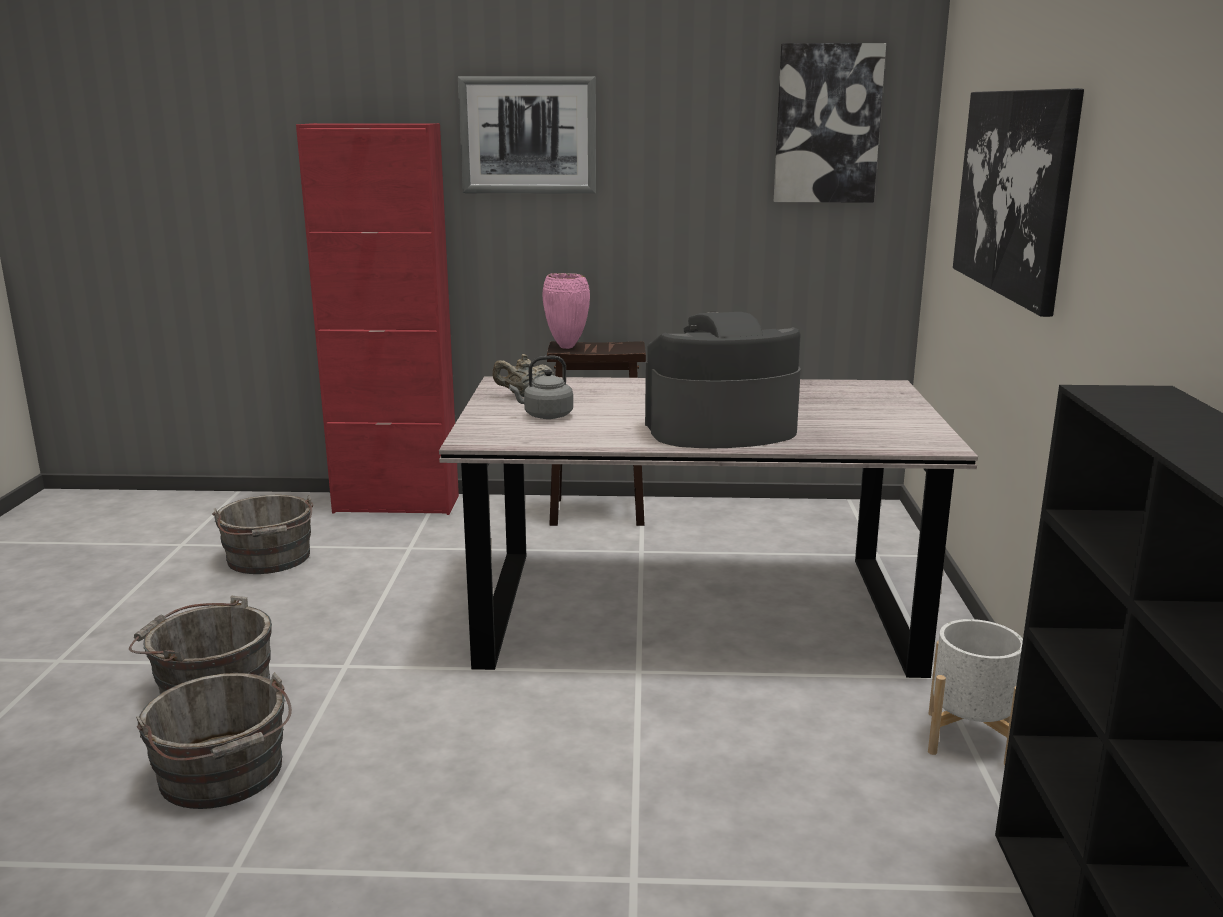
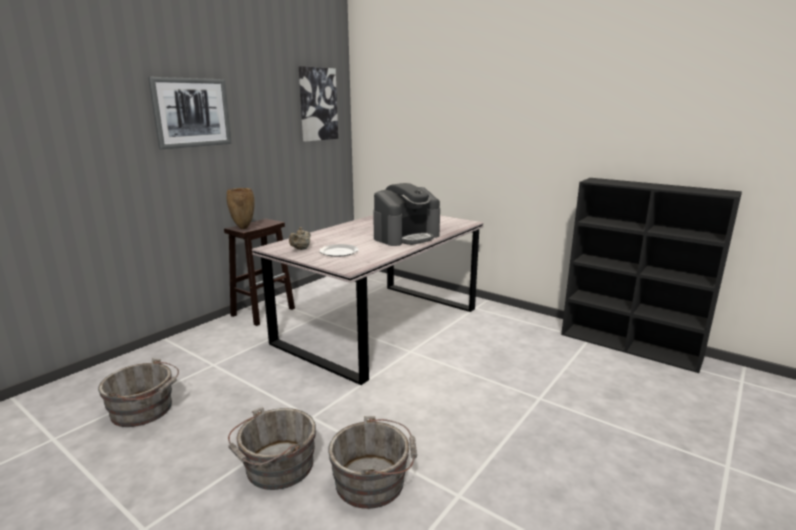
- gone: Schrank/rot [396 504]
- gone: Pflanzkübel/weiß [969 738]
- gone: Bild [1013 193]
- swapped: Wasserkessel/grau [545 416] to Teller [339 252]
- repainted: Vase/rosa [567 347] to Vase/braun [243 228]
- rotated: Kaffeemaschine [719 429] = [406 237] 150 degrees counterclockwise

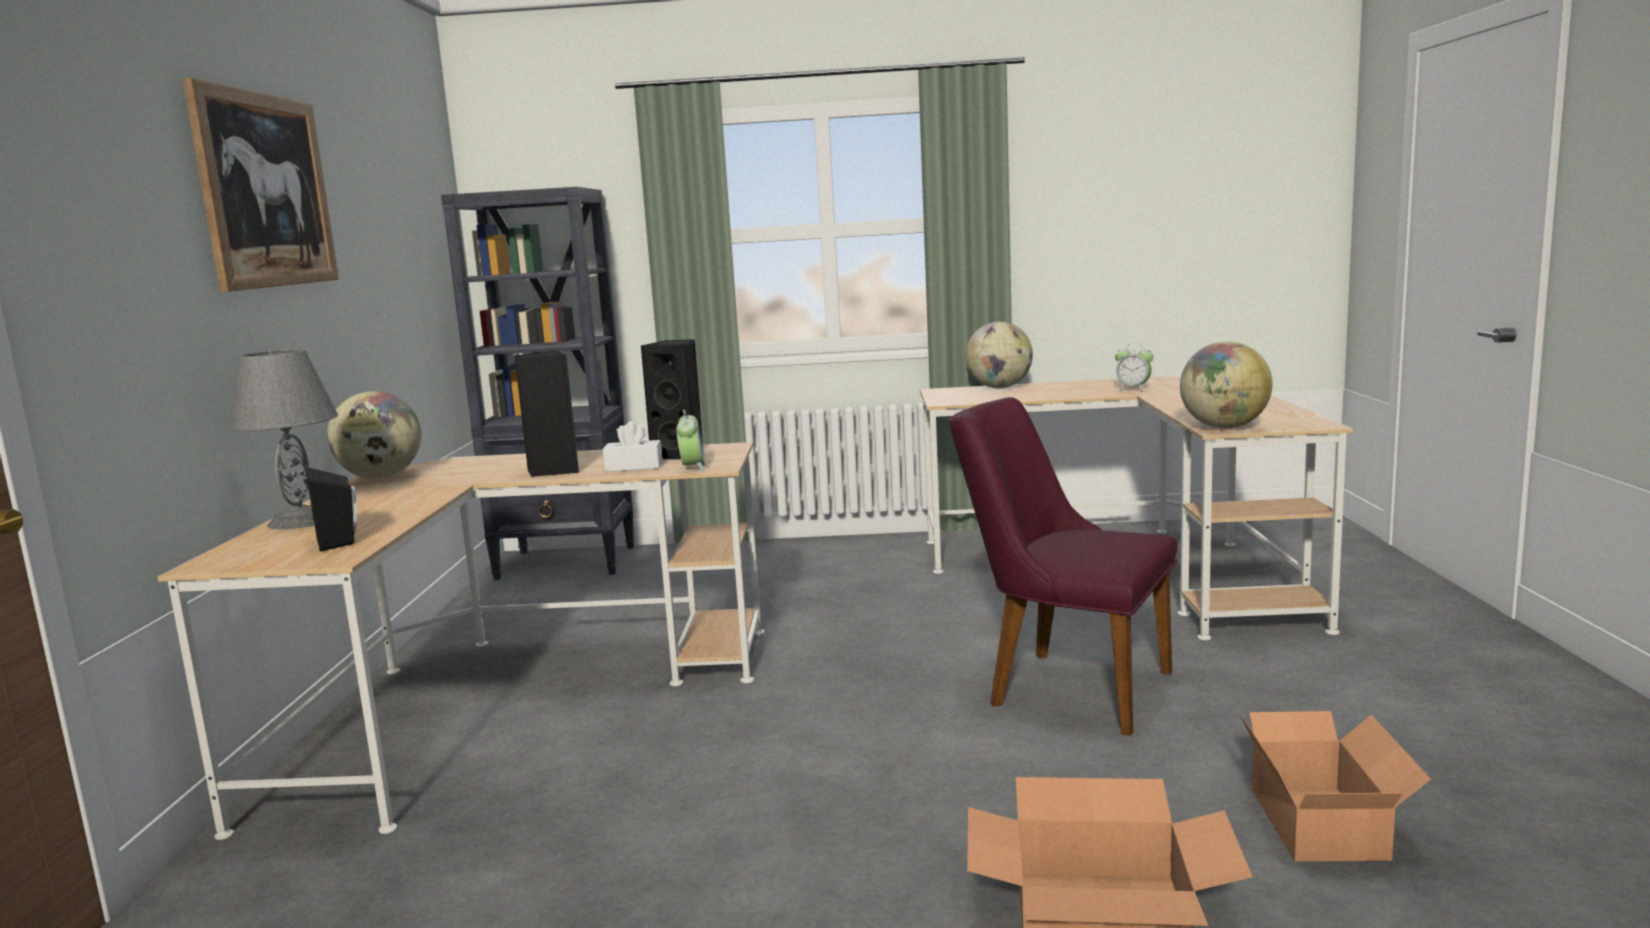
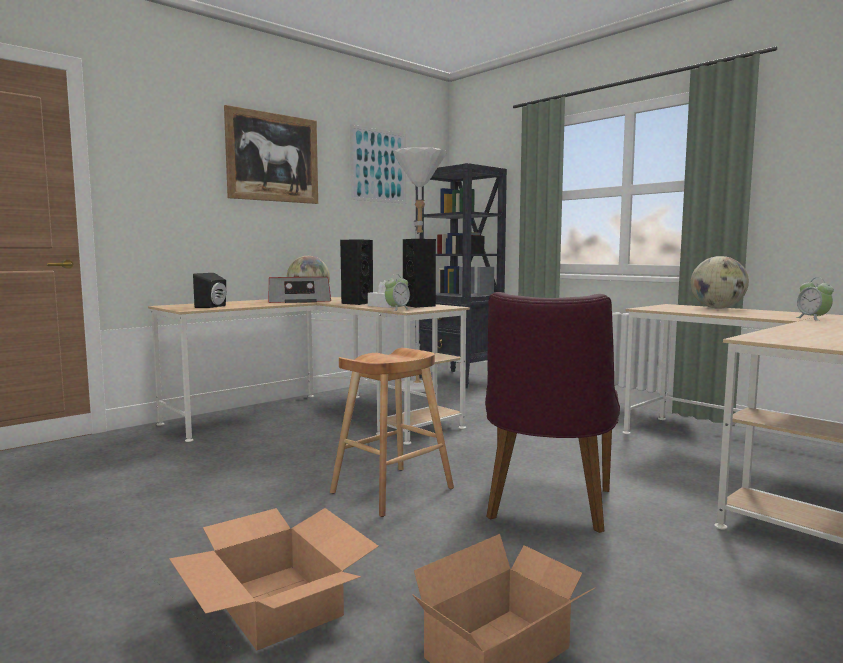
- gone: Tischlampe/grau [301 521]
- gone: Globus [1224 427]
- new: Radio [299 301]
- new: Hocker/braun [392 490]
- new: Bild [378 166]
- new: Stehlampe/weiß [419 390]
- rotated: Stuhl/lila [1063 686] = [546 508] 150 degrees counterclockwise

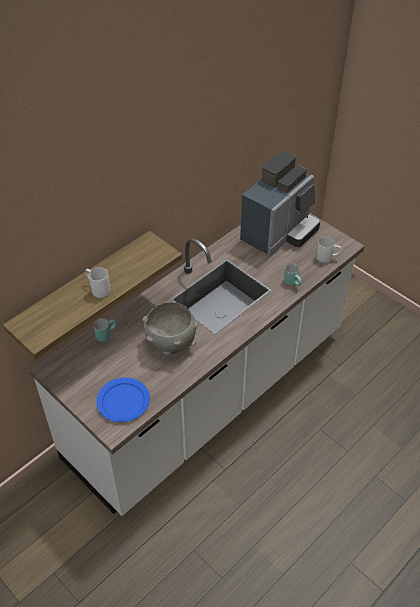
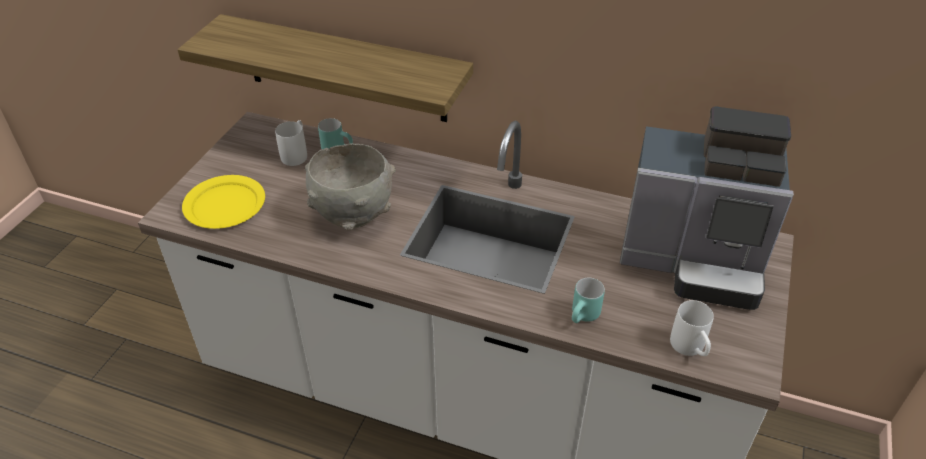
- shifted: Henkelbecher/weiß [97 289] to [296 154]
- repainted: Teller/blau [123 401] to Teller/gelb [224 204]

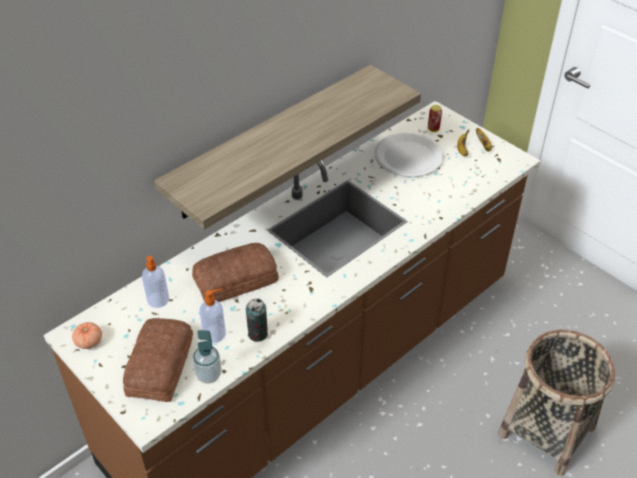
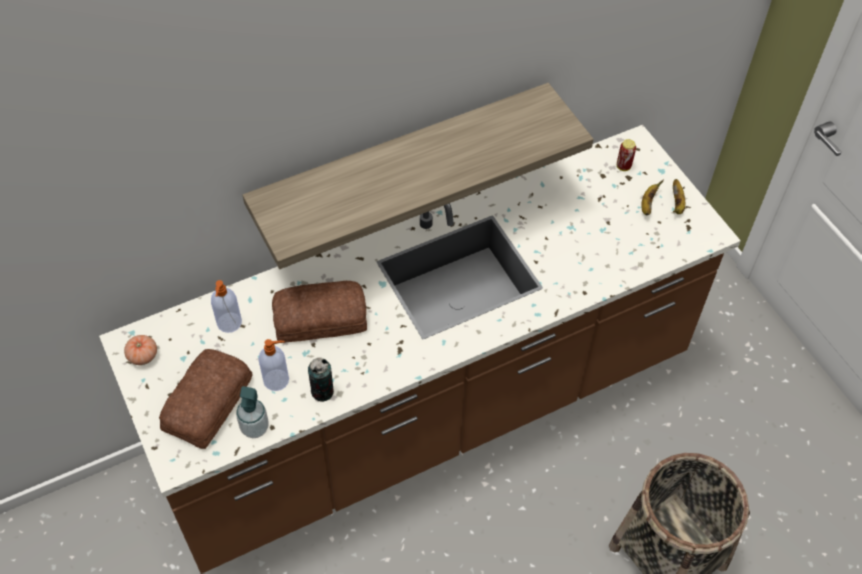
- gone: Teller/weiß [408 156]

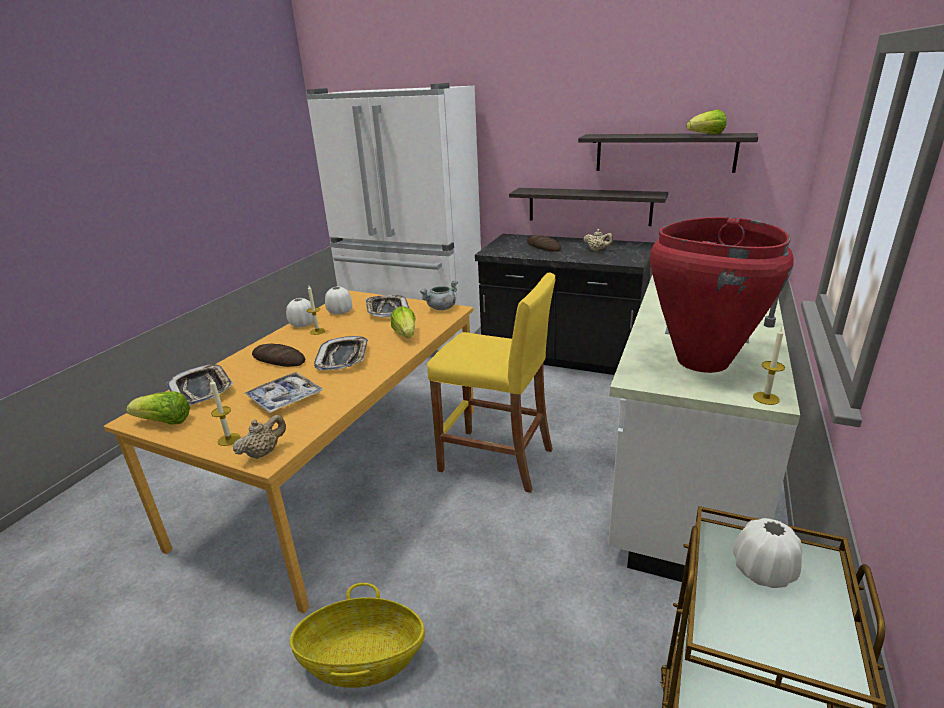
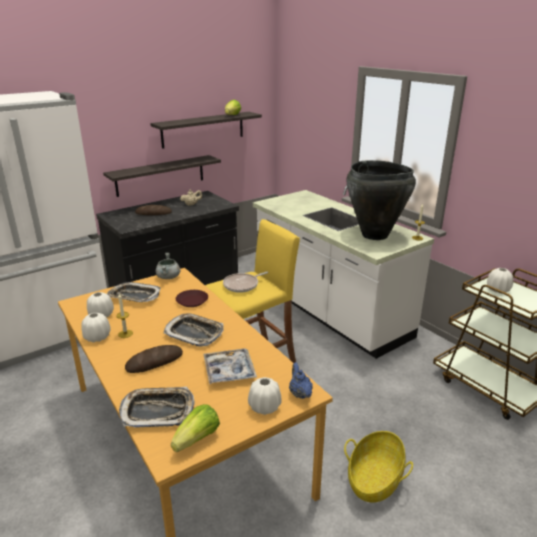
- new: Pfanne [243 285]
- swapped: Kerze [229 439] to Vase/weiß [264 407]
- swapped: Salatkopf [405 334] to Teller/braun [192 301]
- repainted: Teekanne/beige [263 453] to Teekanne/blau [299 393]
- repainted: Vase/rot [702 361] to Vase/schwarz [374 235]

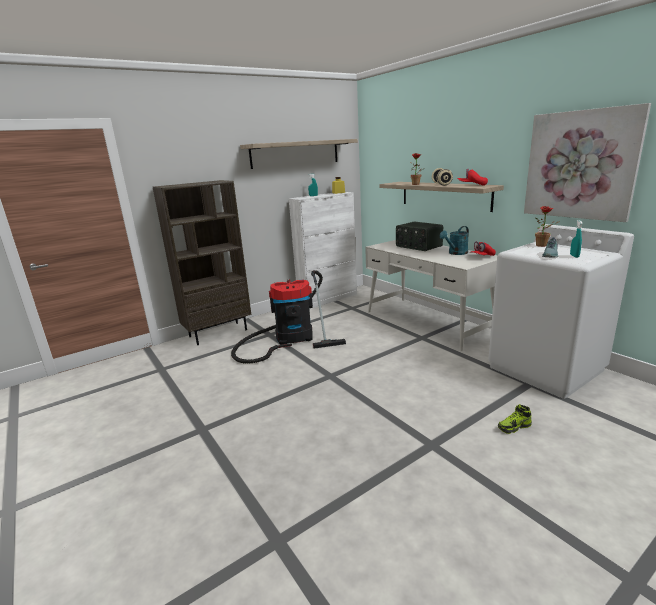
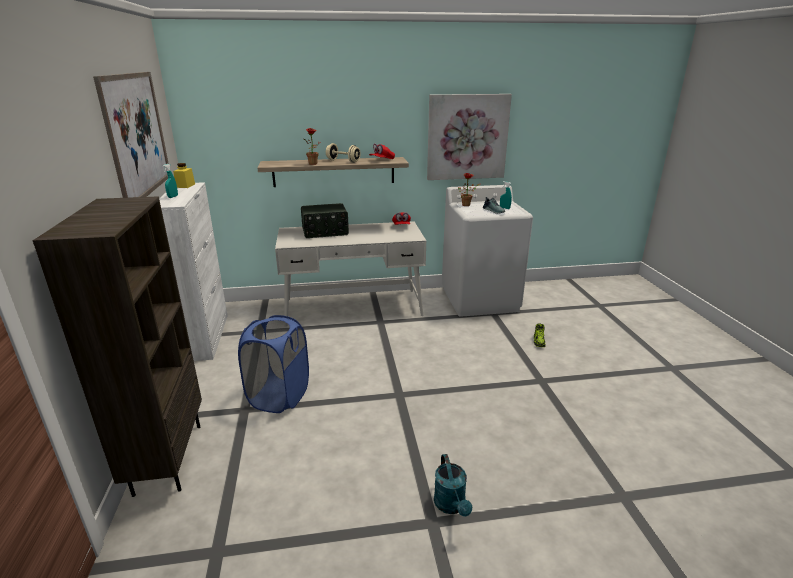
- shifted: Gießkanne/türkis [455 253] to [451 506]
- swapped: Staubsauger [290 338] to Wäschekorb/blau [279 396]
- swapped: Wandregal [295 154] to Bild [137 135]

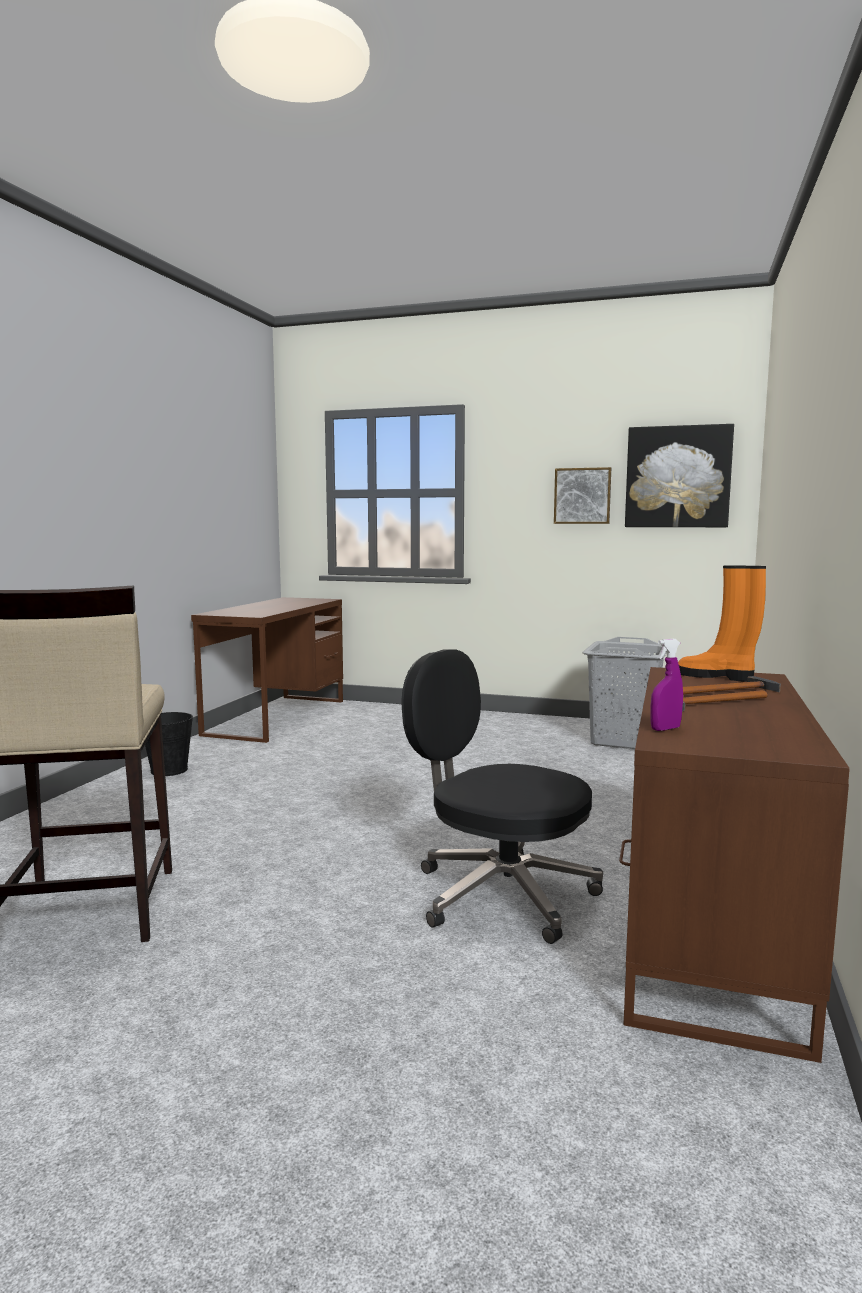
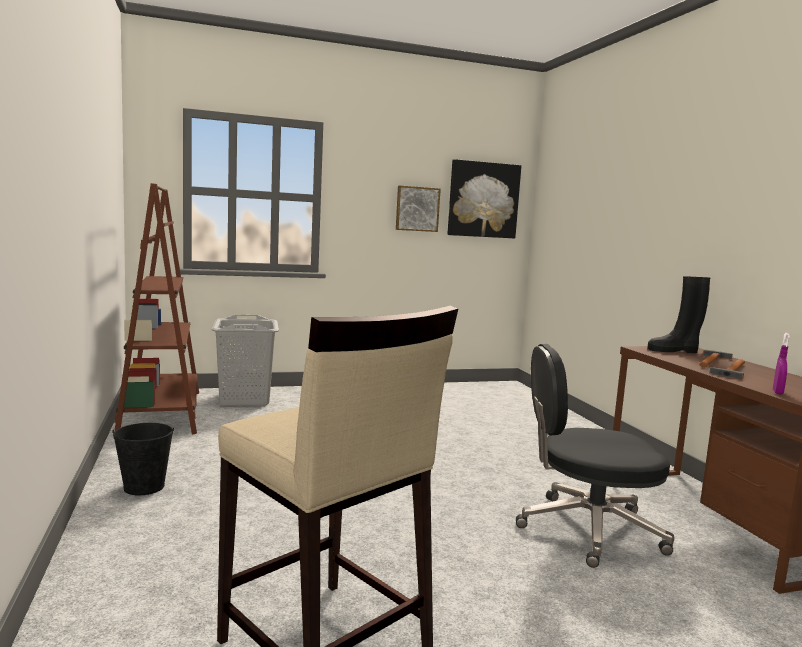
- shifted: Wäschekorb/grau [622 741] to [244 399]
- swapped: Schreibtisch/braun [277 717] to Bücherregal/braun [161 413]
- repainted: Stiefel/orange [717 676] to Stiefel/schwarz [674 351]

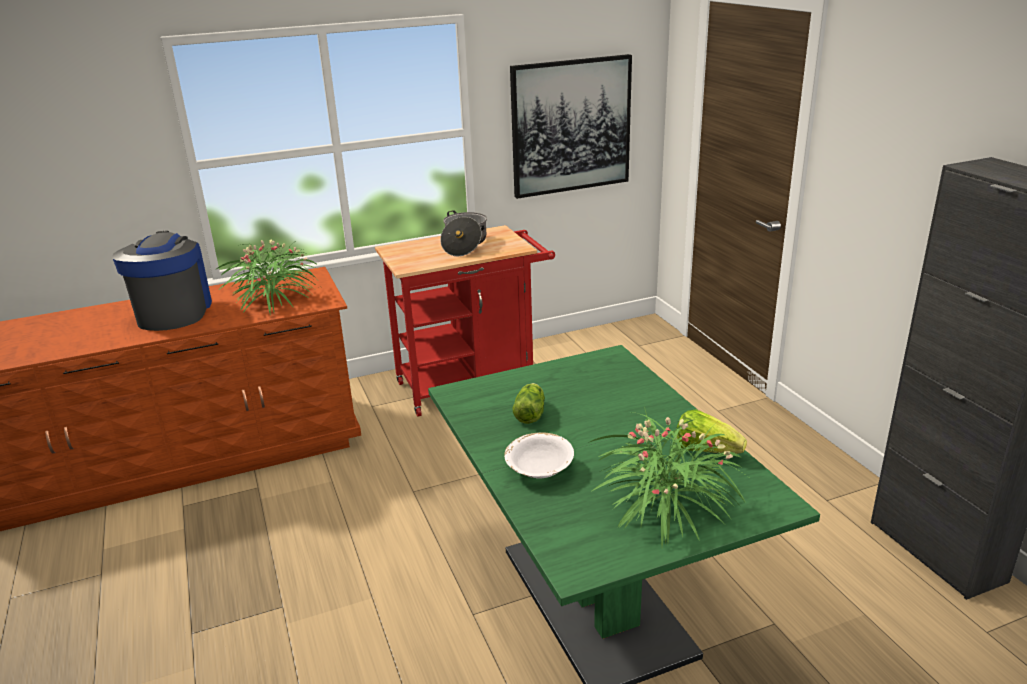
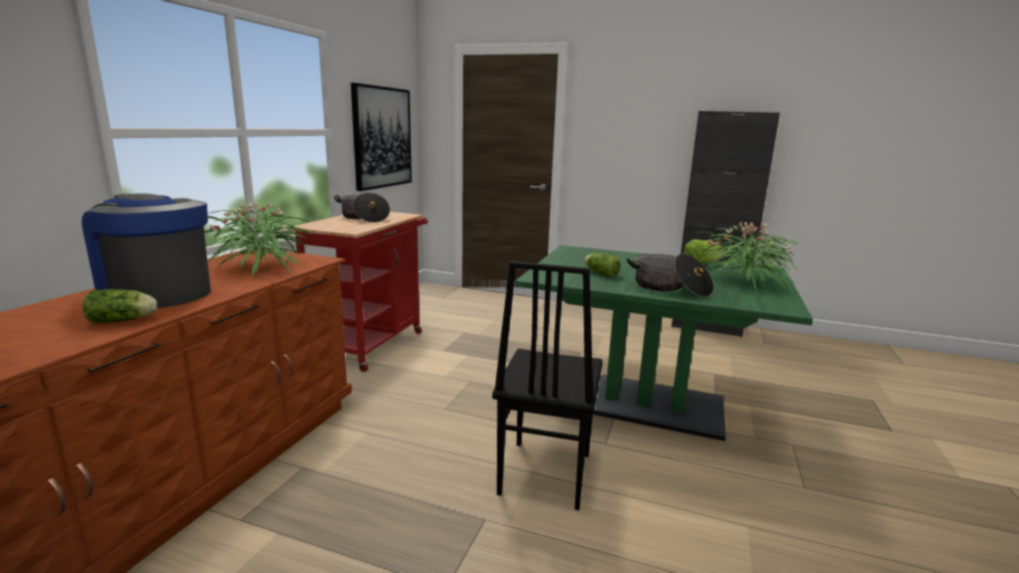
- new: Salatkopf [124 321]
- new: Stuhl/schwarz [543 474]
- swapped: Schüssel/weiß [539 470] to Kochtopf [670 288]

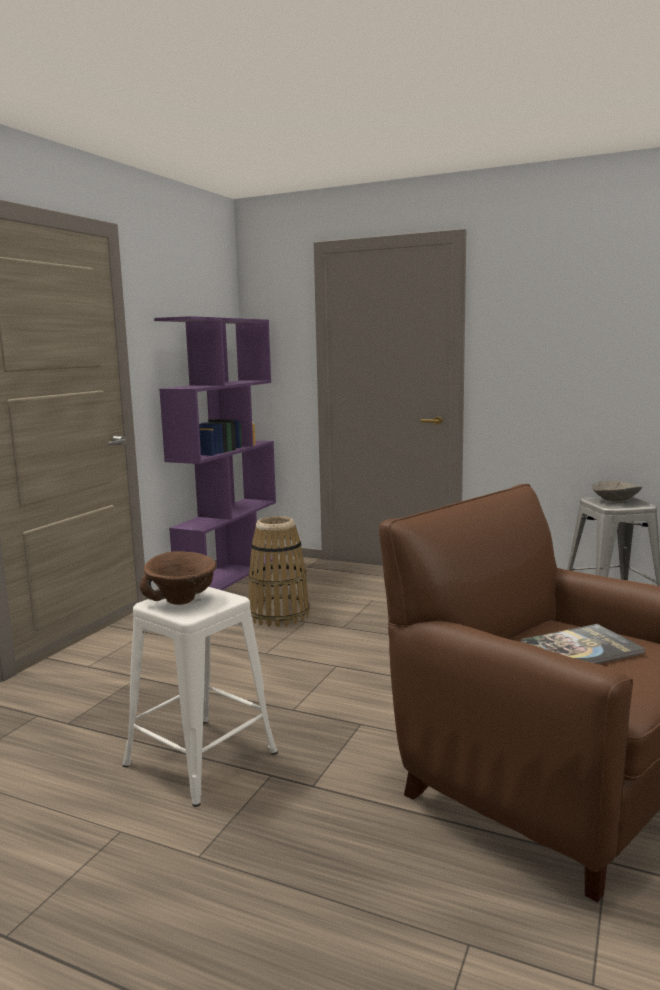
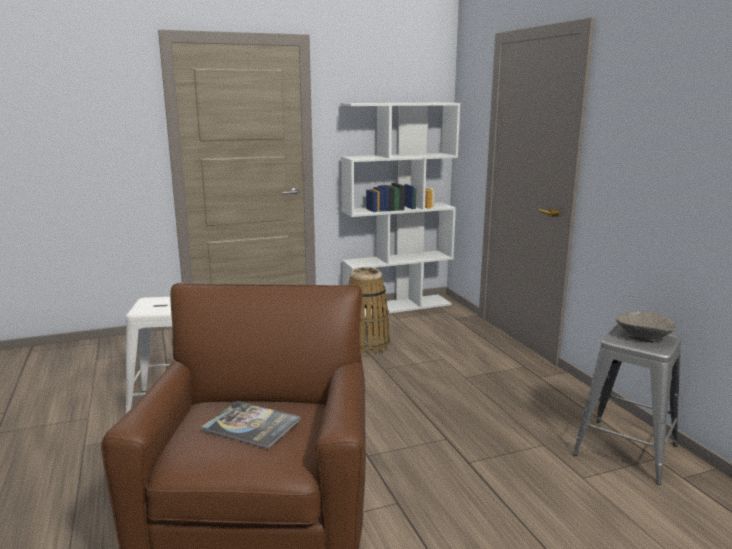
- gone: Schüssel/braun [182 601]
- repainted: Bücherregal/lila [229 574] to Bücherregal/weiß [397 306]

